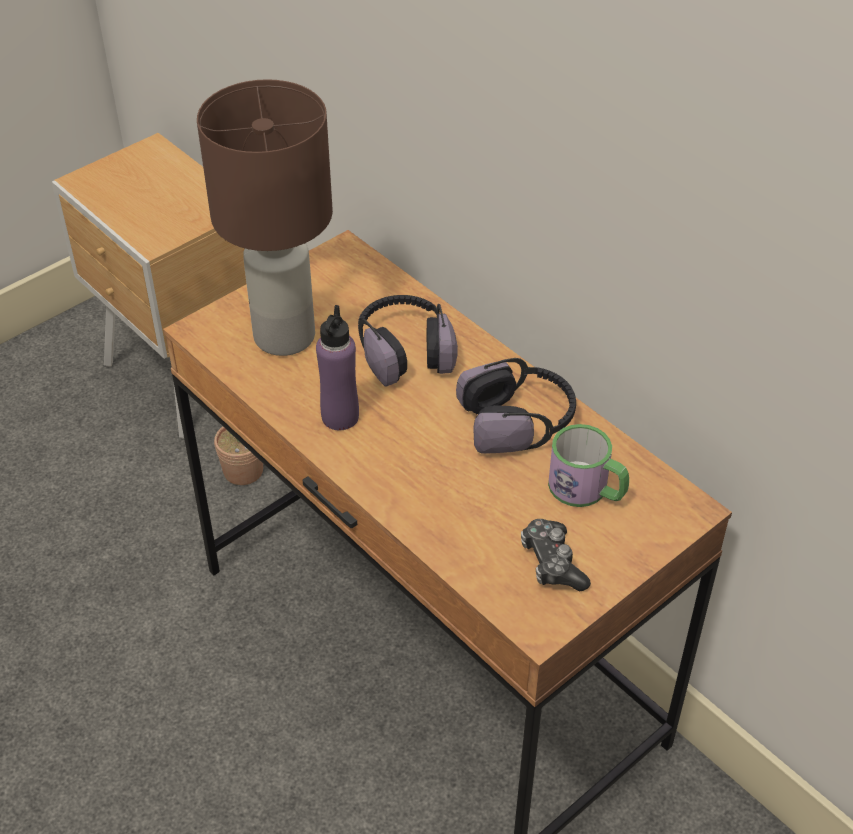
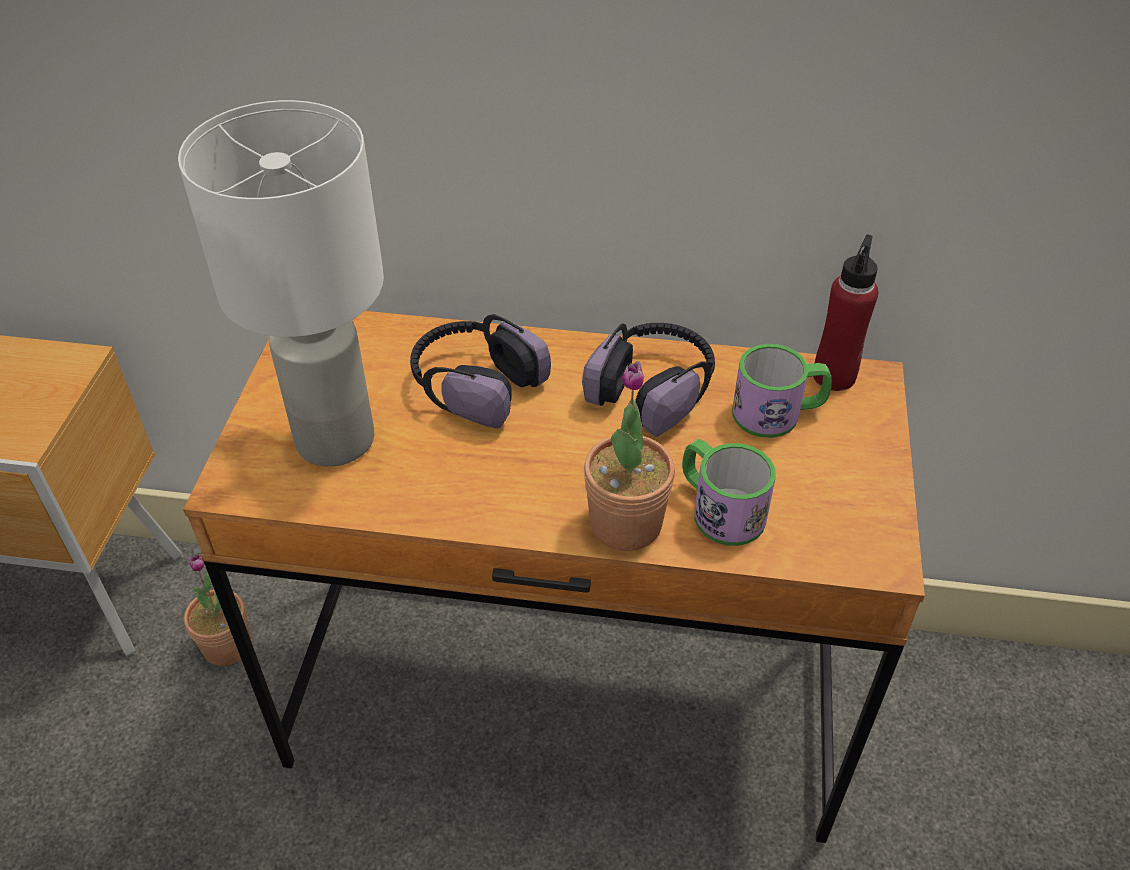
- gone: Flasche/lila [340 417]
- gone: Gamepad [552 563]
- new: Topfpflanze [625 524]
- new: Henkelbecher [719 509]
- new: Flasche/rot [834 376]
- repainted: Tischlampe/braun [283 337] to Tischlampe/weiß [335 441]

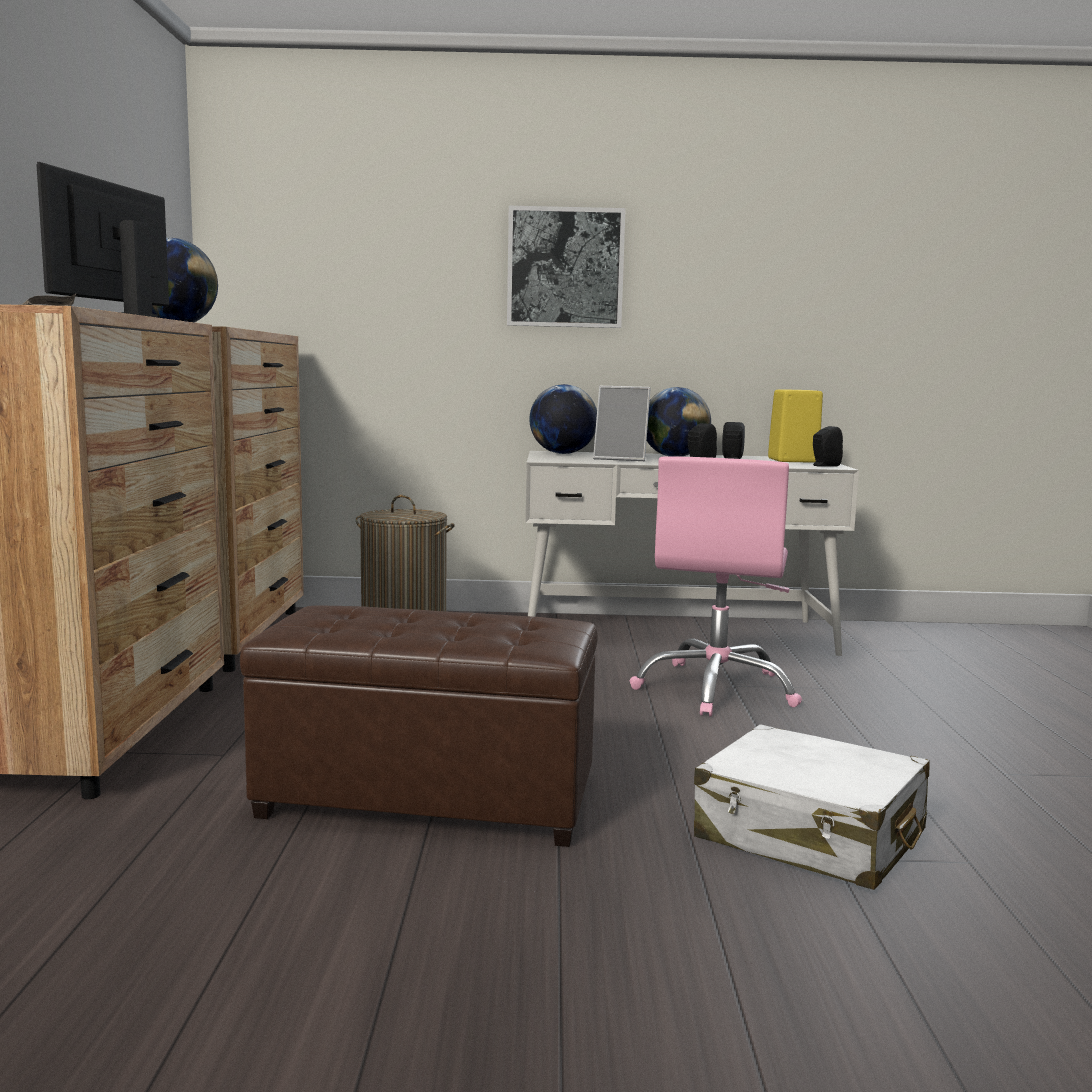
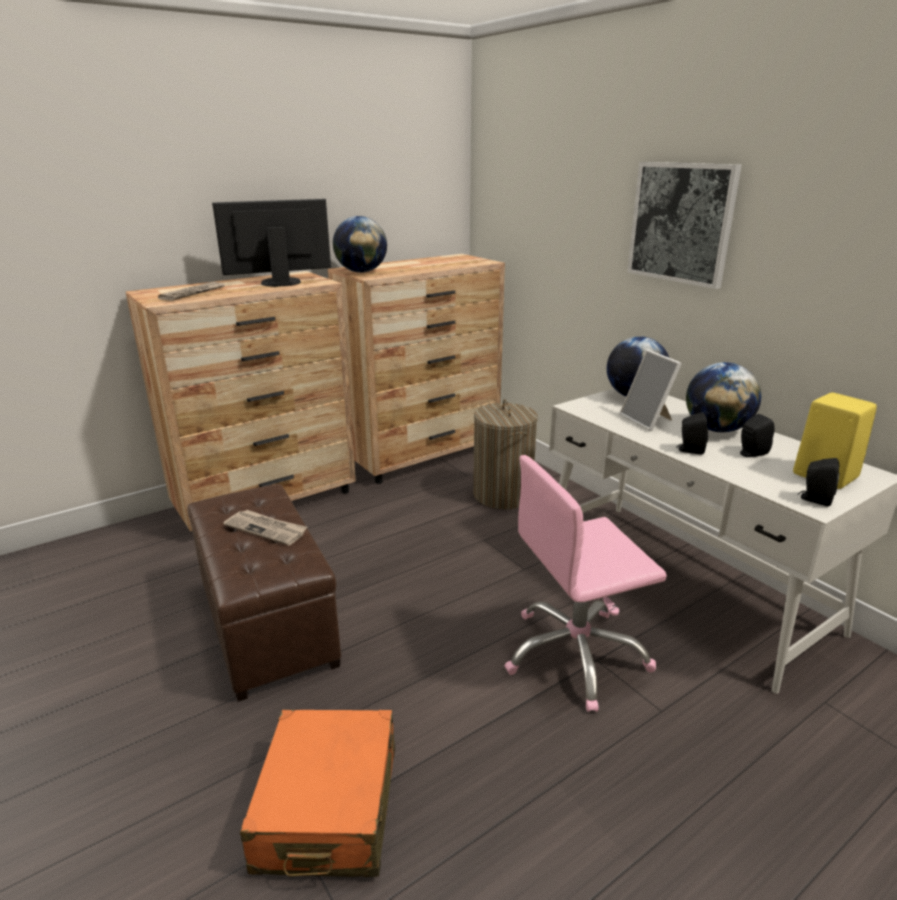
- new: Zeitung [266 529]
- repainted: Koffer/weiß [809 836] to Koffer/orange [328 808]

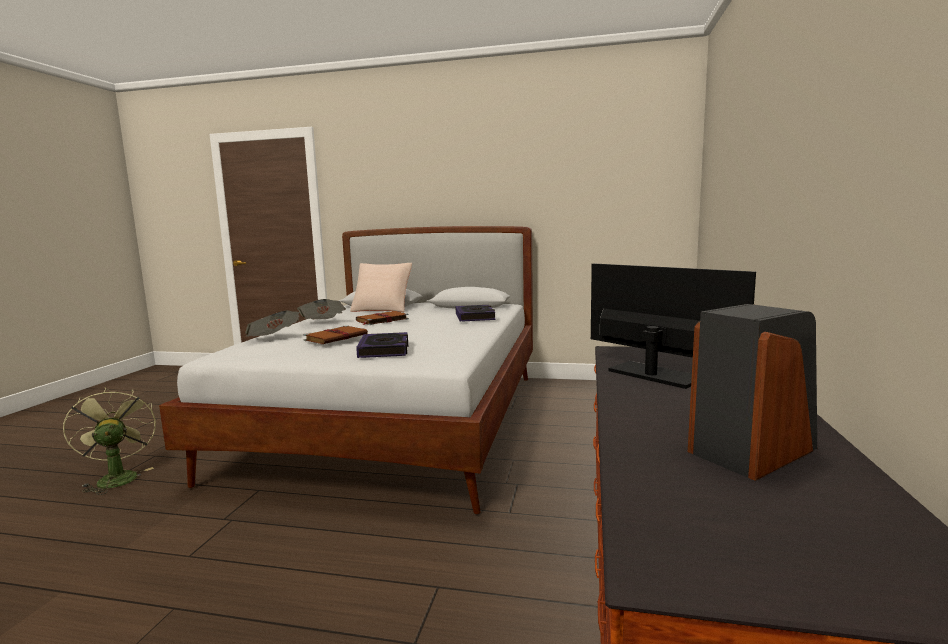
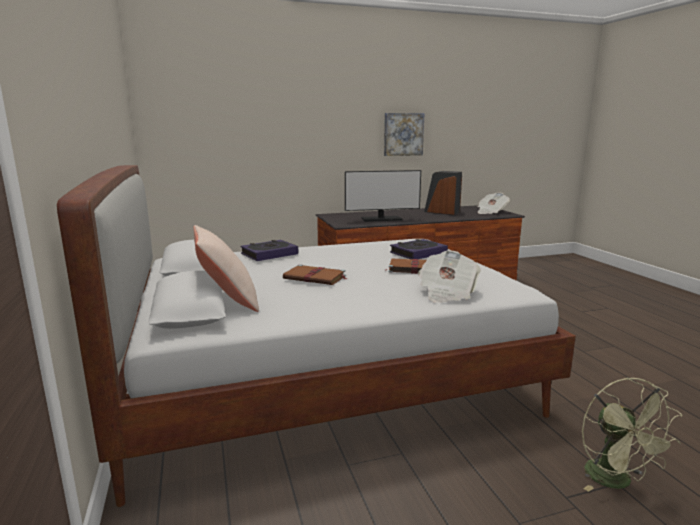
- new: Bild [403 134]
- shifted: Zeitung [323 323] to [491 212]
- rotated: Ventilator/grün [117 477] = [616 481] 45 degrees counterclockwise
- rotated: Monitor [655 375] = [381 219] 120 degrees counterclockwise

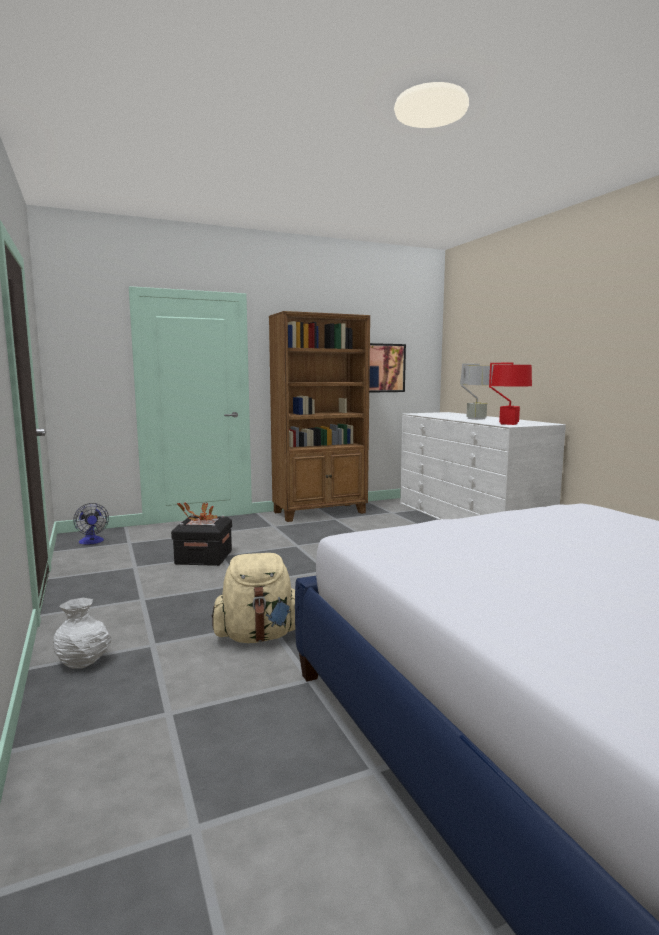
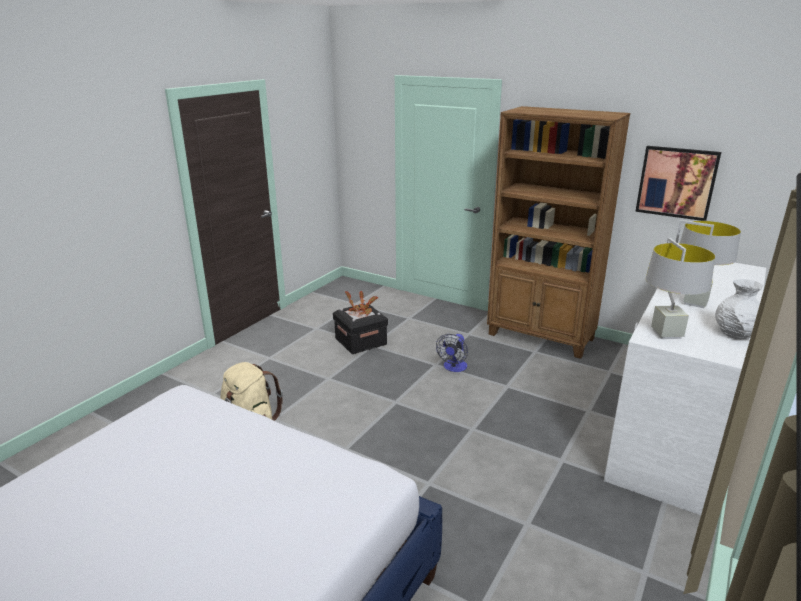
- shifted: Vase/weiß [83 661] to [737 334]
- shifted: Ventilator [92 542] to [454 368]
- repainted: Tischlampe/rot [508 424] to Tischlampe/grau [666 334]

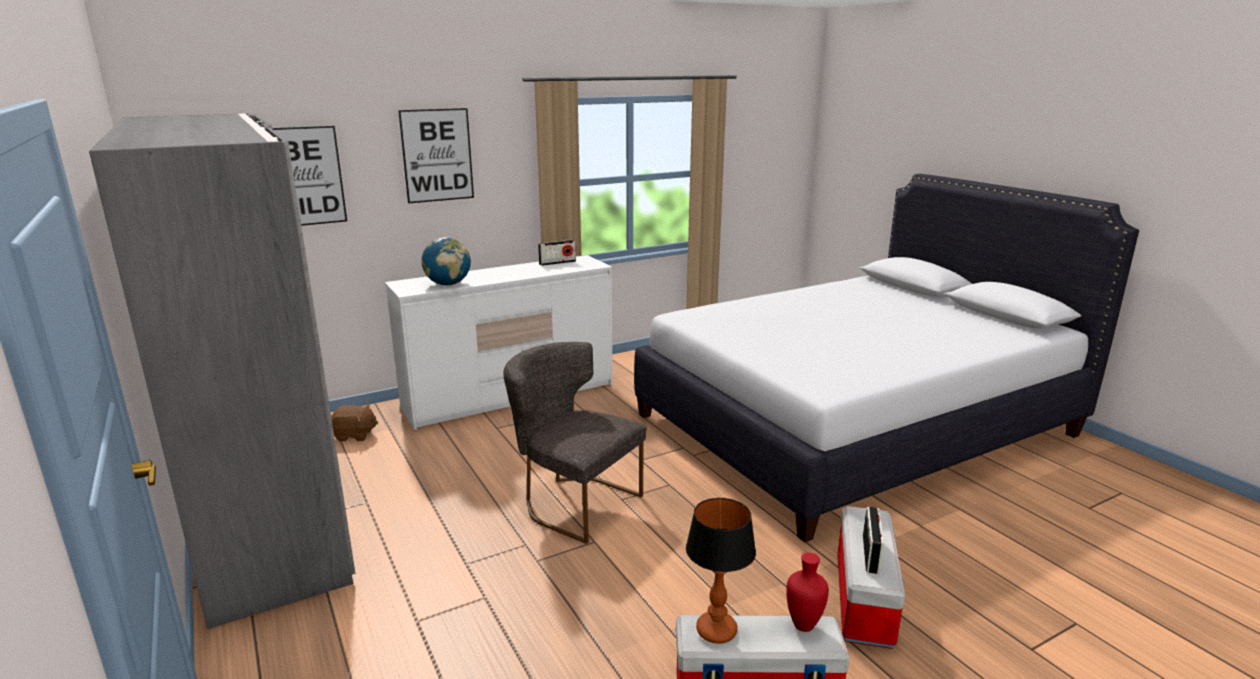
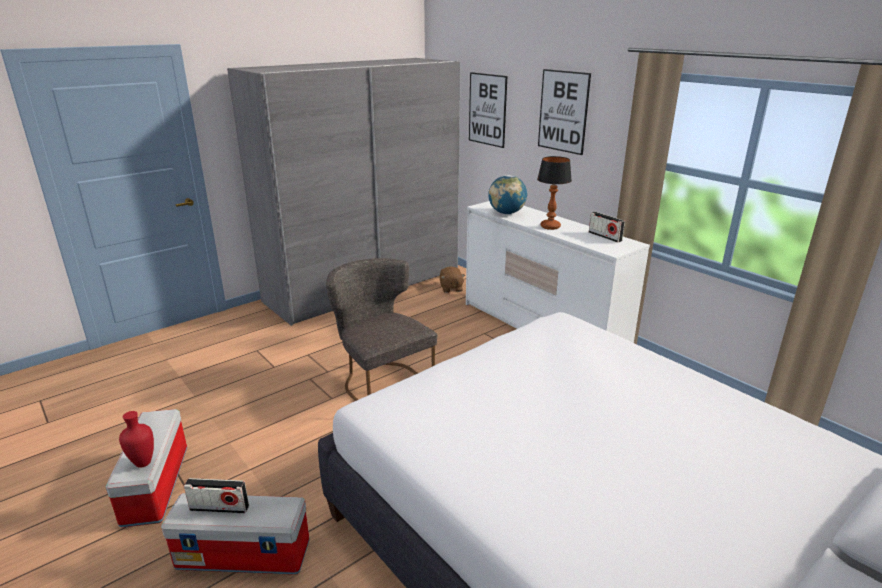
- shifted: Tischlampe [715 630] to [550 226]
- rotated: Stuhl/grau [573 502] = [381 382] 60 degrees counterclockwise

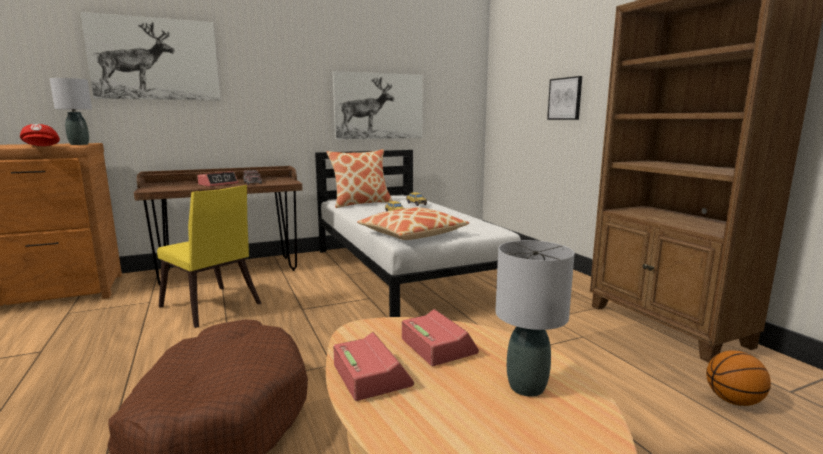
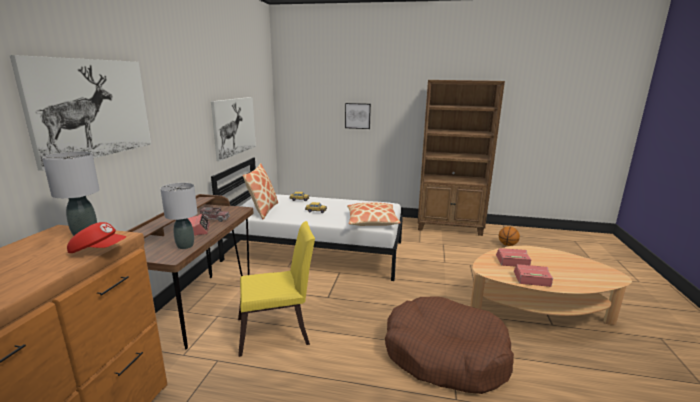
- shifted: Tischlampe/grau [526 386] to [185 246]

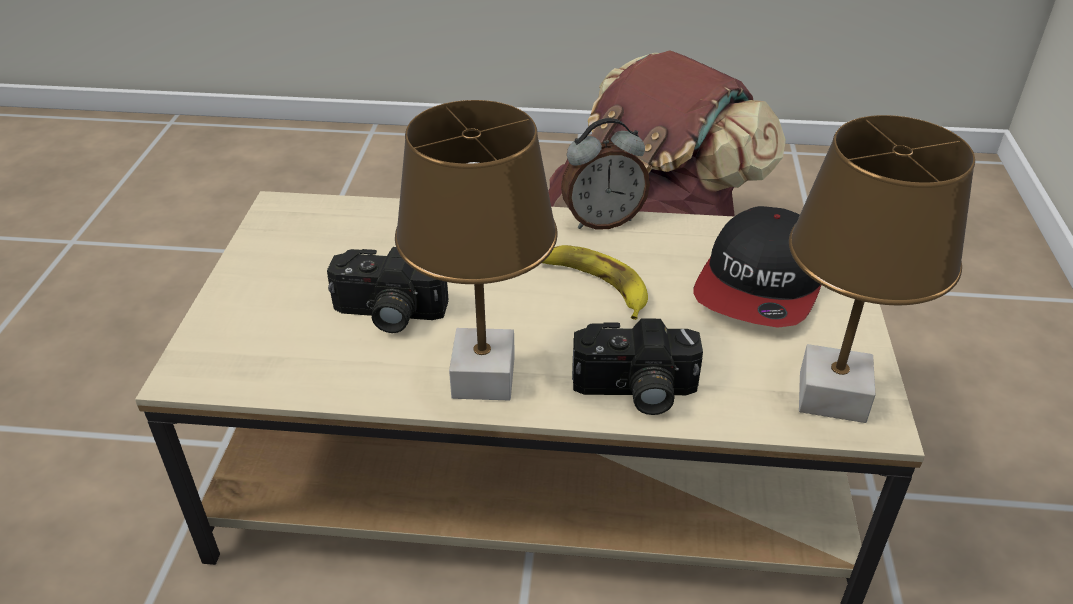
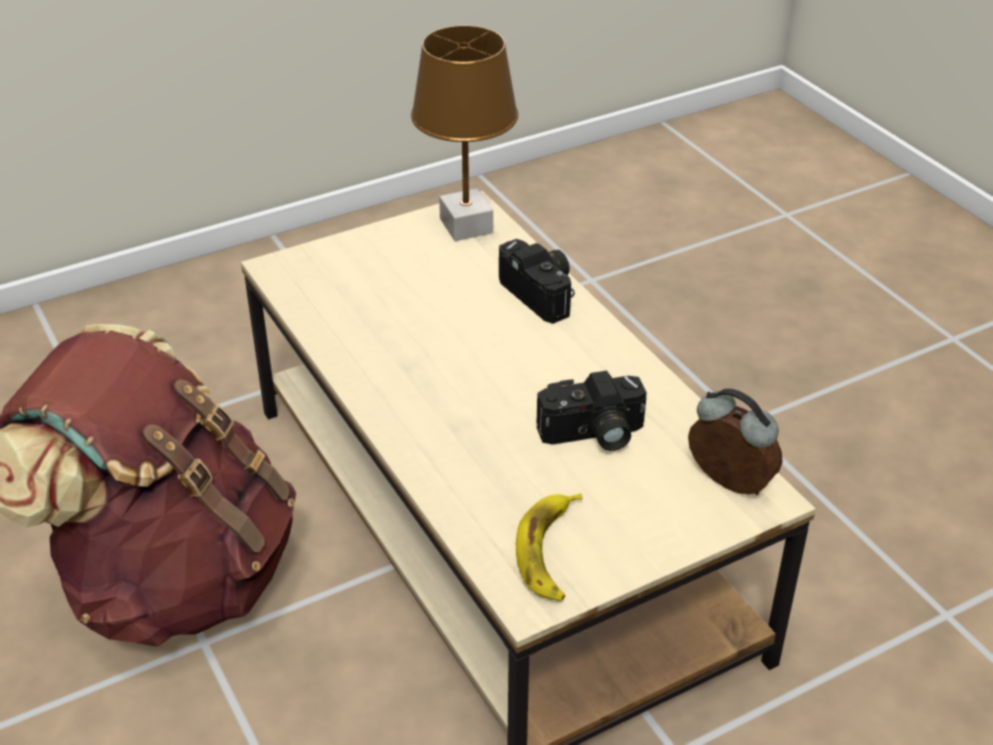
- gone: Tischlampe/braun [484 378]
- gone: Kappe [760 284]
- shifted: Banane [593 285] to [550 552]
- shifted: Wecker [602 221] to [727 485]
- rotated: Kamera [387 314] = [593 435] 105 degrees clockwise

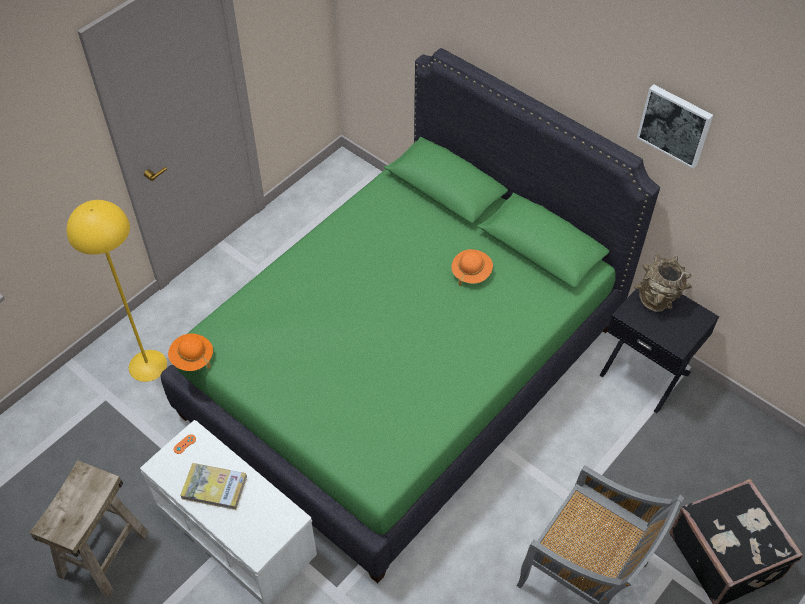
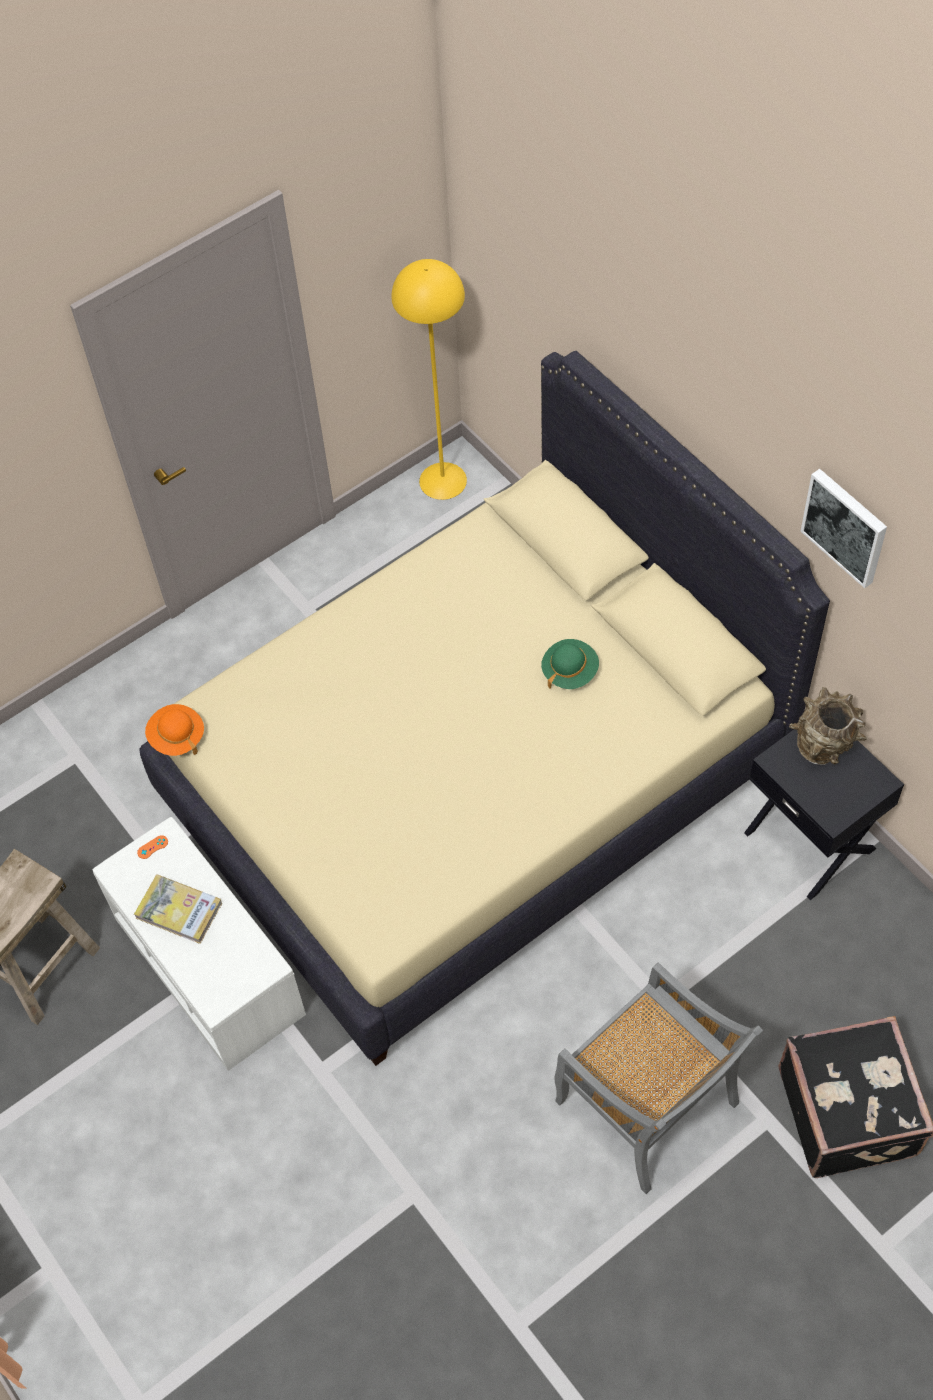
- shifted: Stehlampe/gelb [148 365] to [443 480]
- repainted: Bett/grün [402 368] to Bett/beige [473 781]
- repainted: Hut/orange [471 272] to Hut/grün [569 671]

